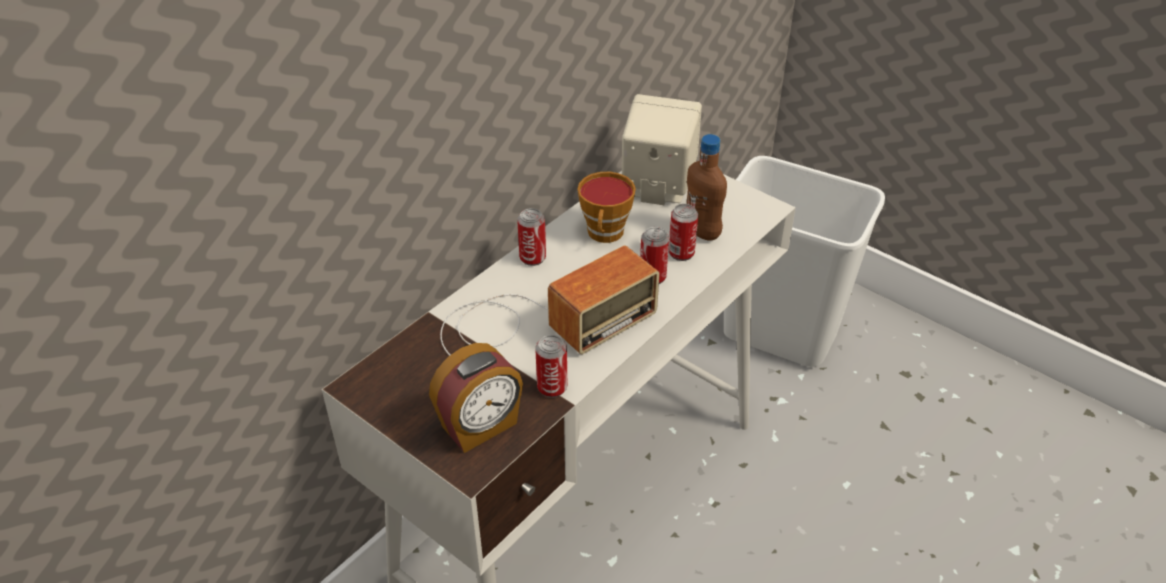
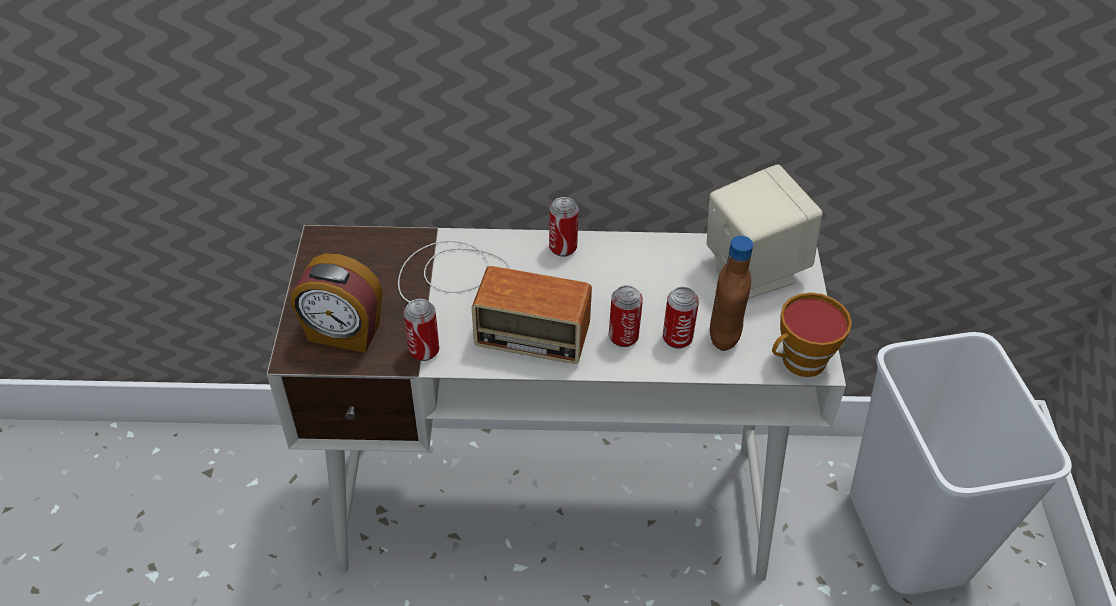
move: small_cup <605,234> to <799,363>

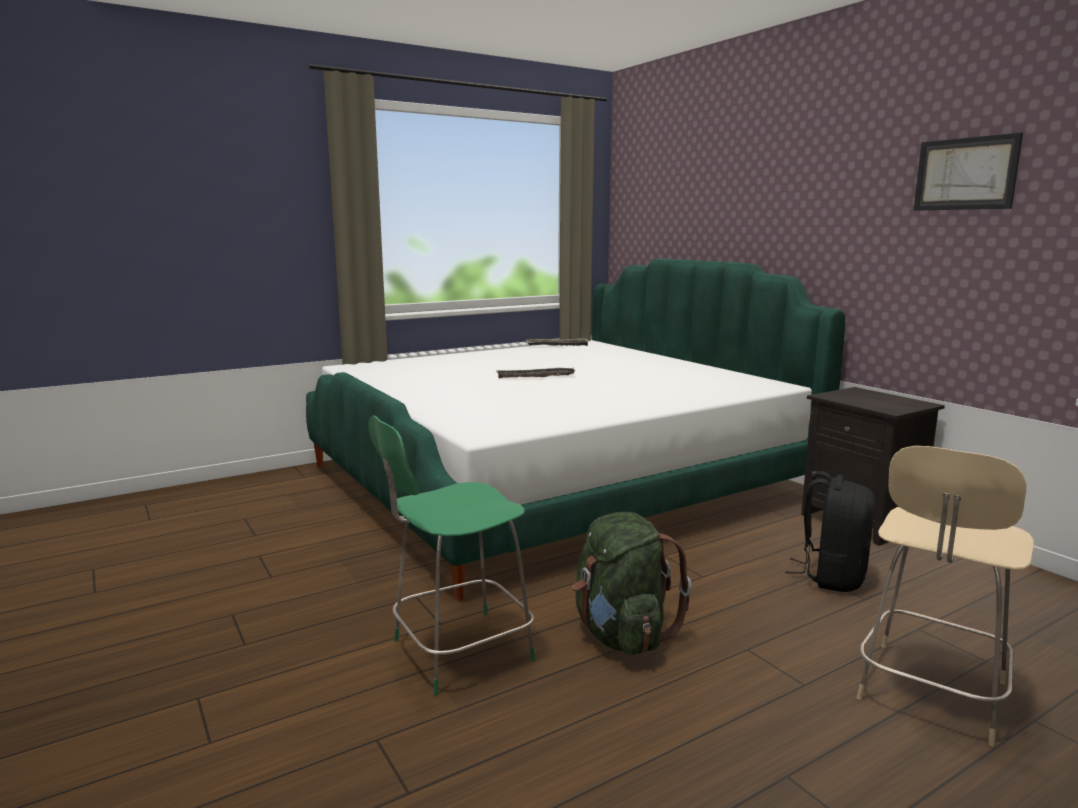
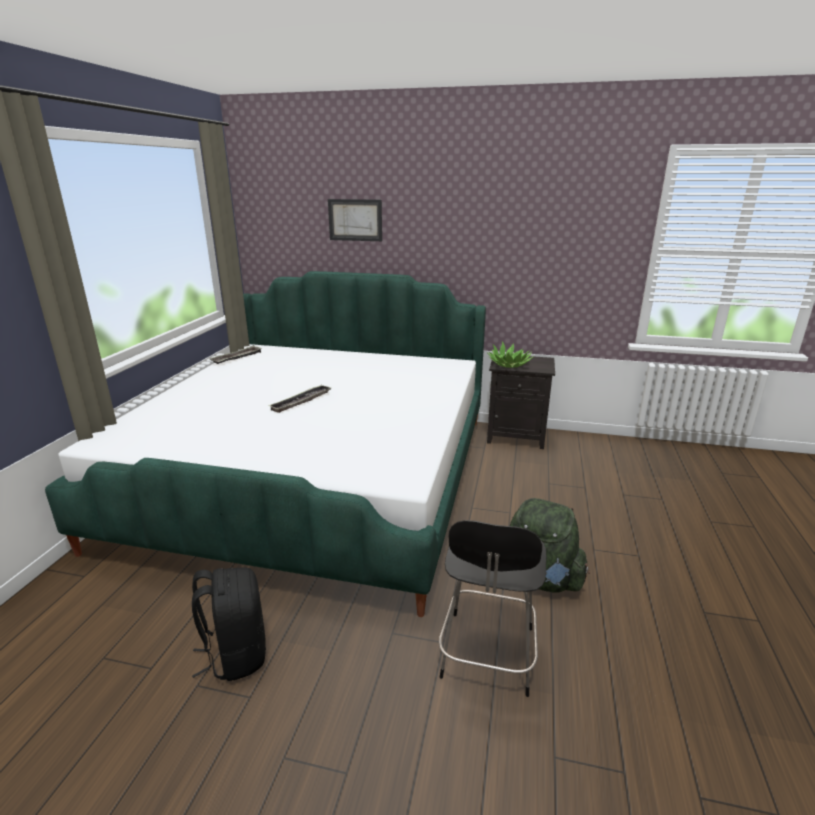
delete: beige-coloured_upright_chair <930,694>
insert: plant_in_a_pot <509,364>
move: blackish_rucksack <831,577> to <236,654>; wall_picture <965,174> to <355,220>
recolor: green-coloured_upright_chair <457,651> to blackish_upright_chair <487,655>

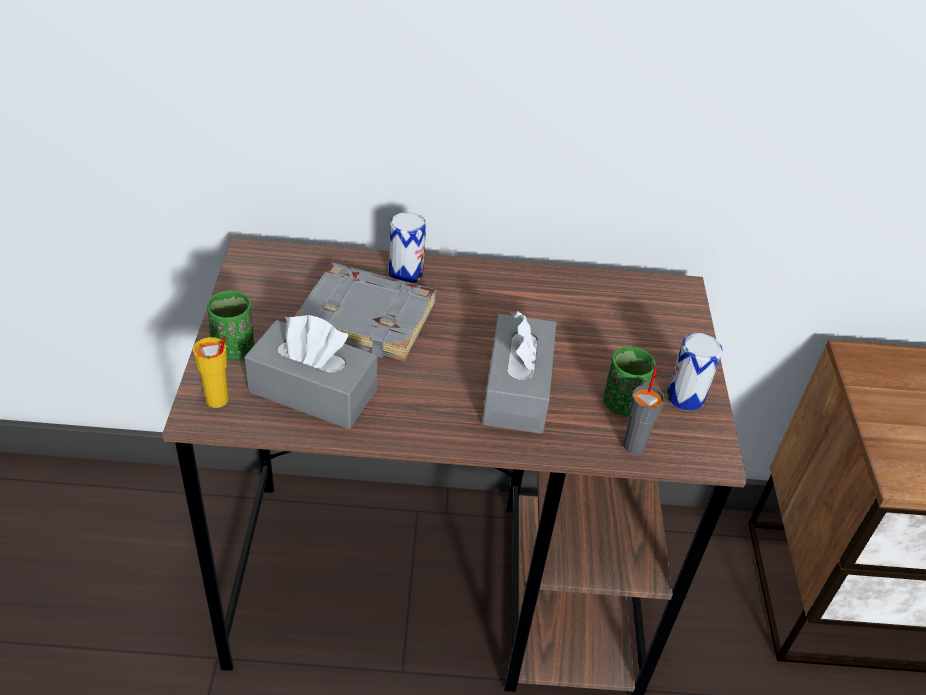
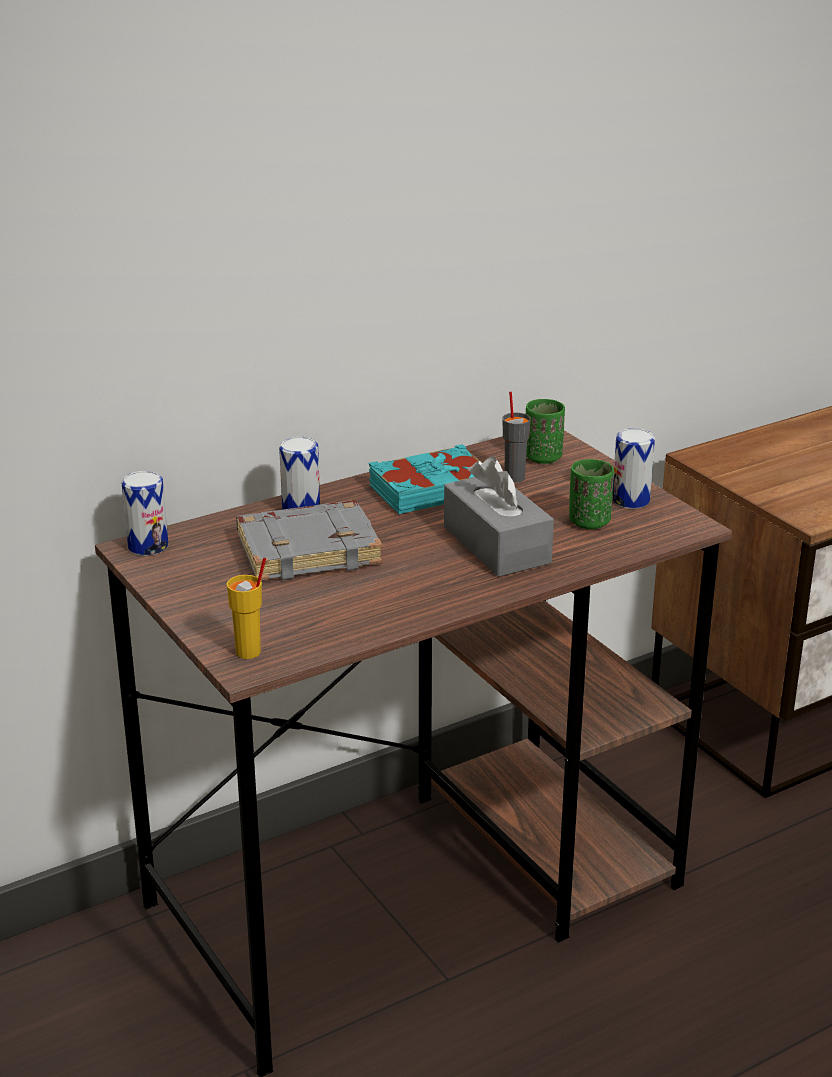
delete: grey_box_of_tissues <313,391>
insert: sealed_can <148,546>; blue-green_volume <430,489>
move: grey_small_cup <634,445> to <514,477>; green-coloured_small_cup <234,348> to <543,457>

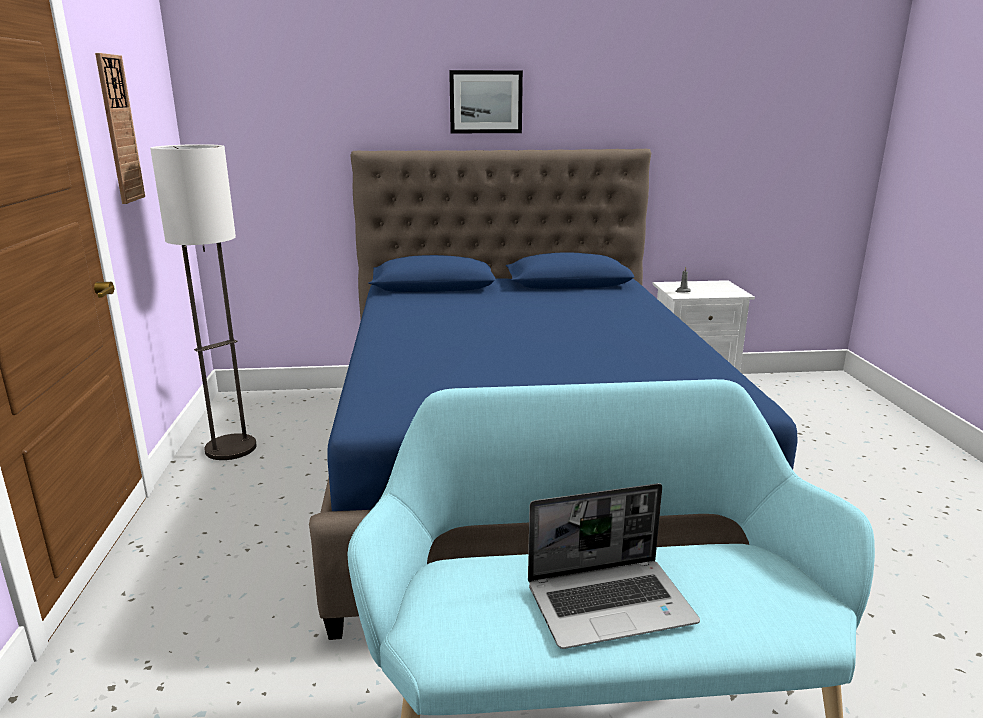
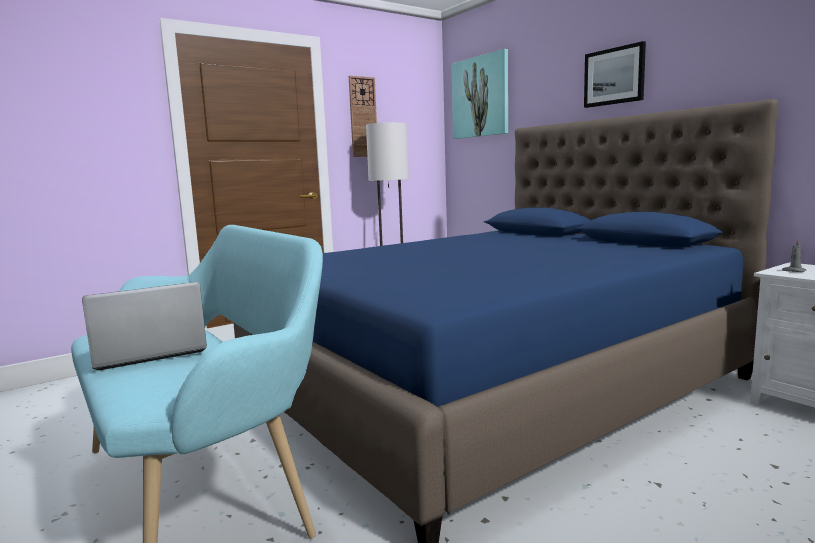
insert: wall_picture <480,97>
rotate: laptop <611,603> = <148,353> 105 degrees clockwise

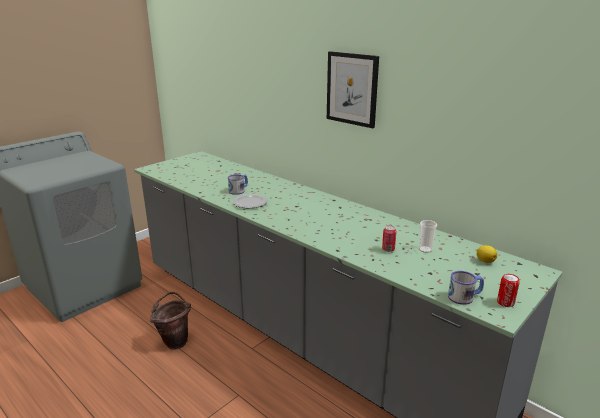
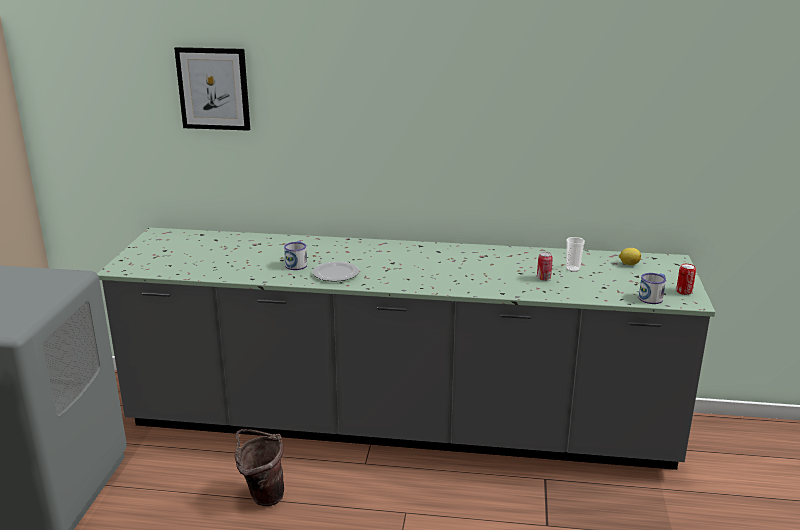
move: wall_picture <352,89> to <213,89>

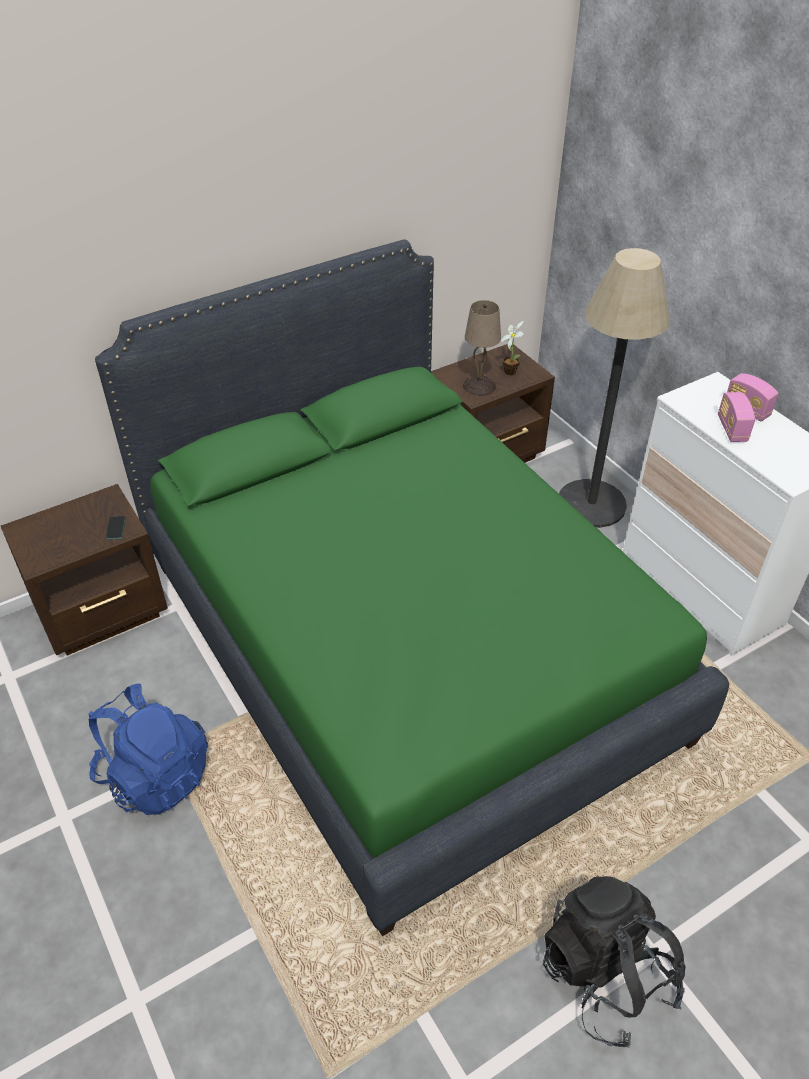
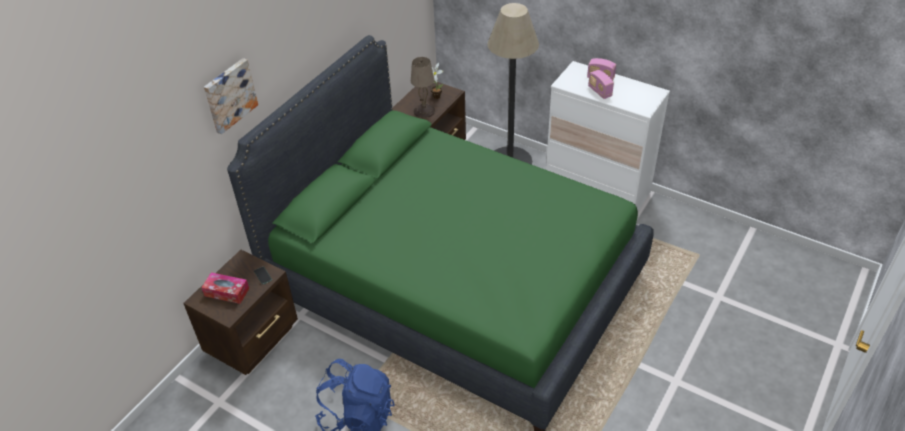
delete: blackish_rucksack <606,975>
insert: box_of_tissues <227,292>; wall_picture <229,95>

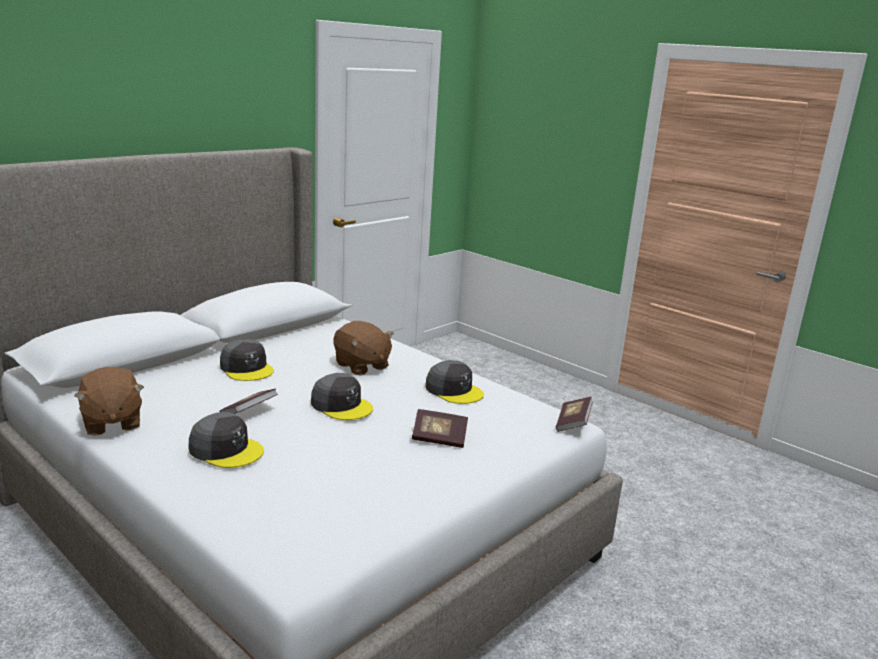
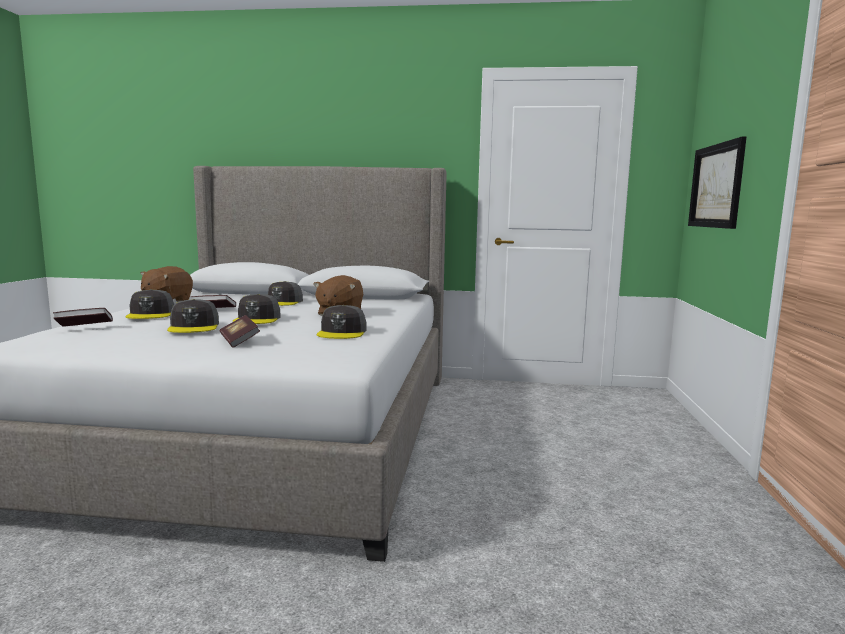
insert: grey_peaked_cap <194,327>; wall_picture <716,186>
move: volume <573,423> to <84,327>

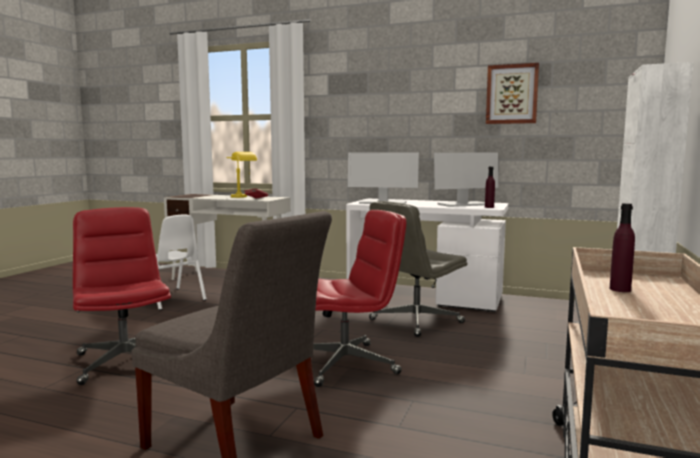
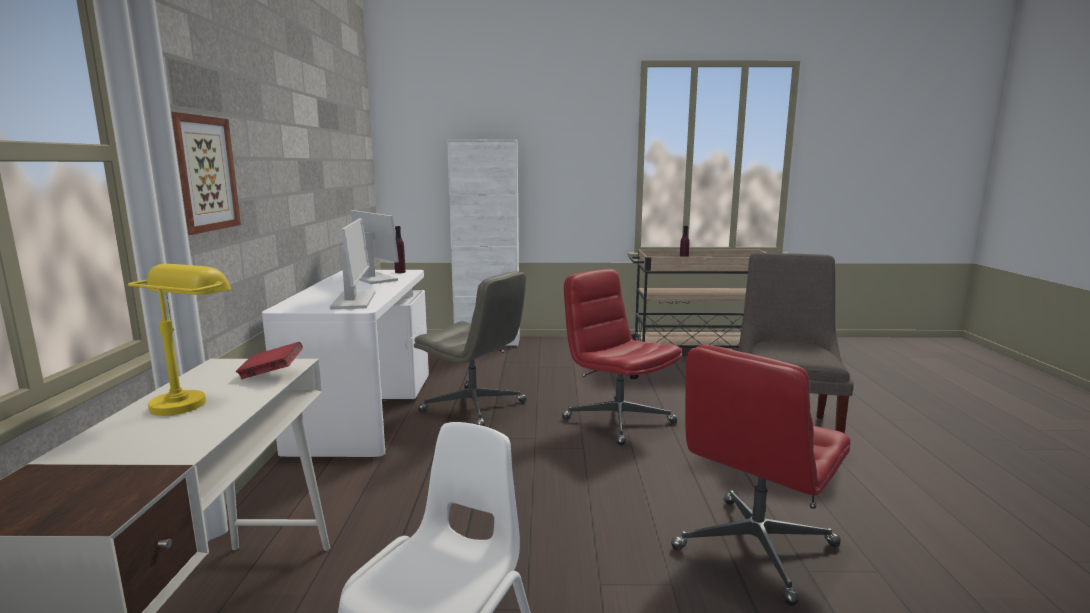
move: wall_picture <512,94> to <201,173>

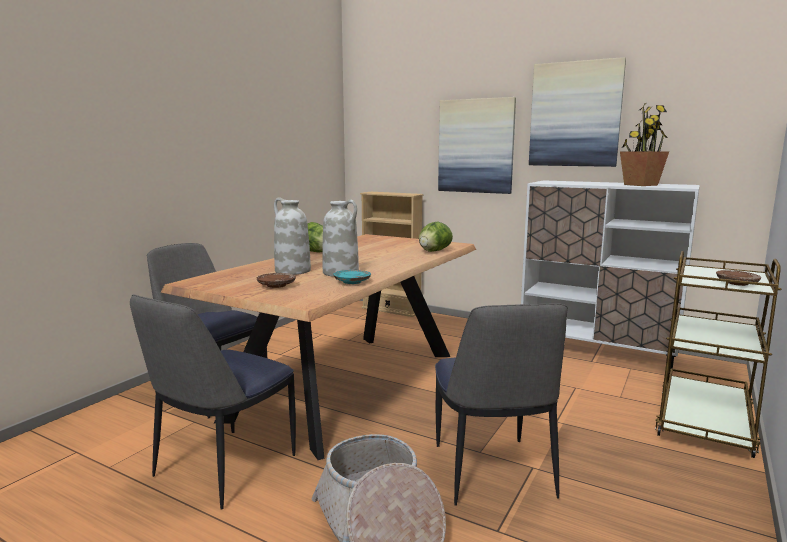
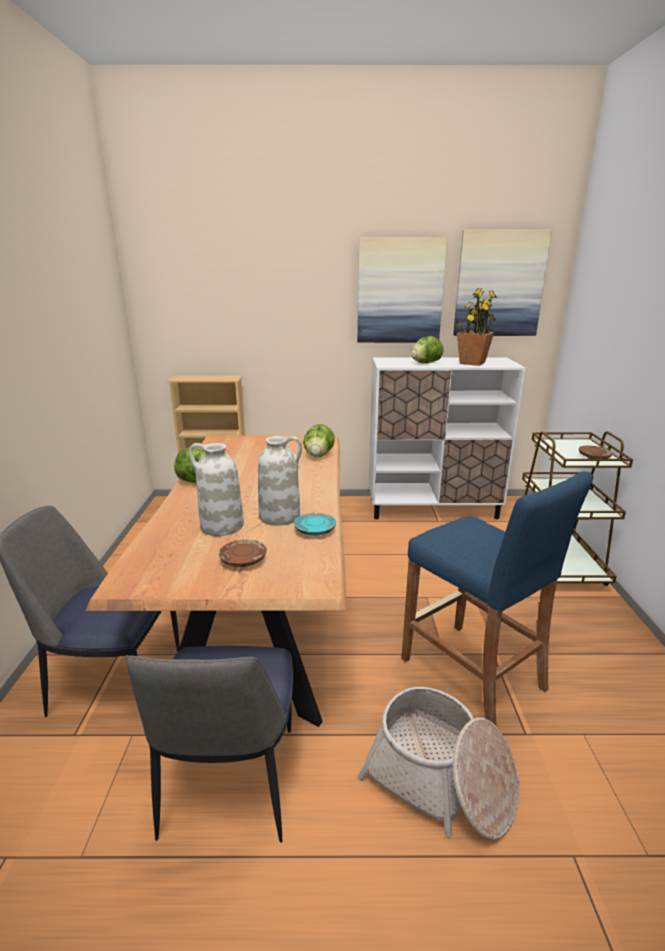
insert: lettuce_head <425,363>
move: wall_picture <476,146> to <499,284>
replace: upright_chair <492,473> to bluish_stool_seat <471,673>

